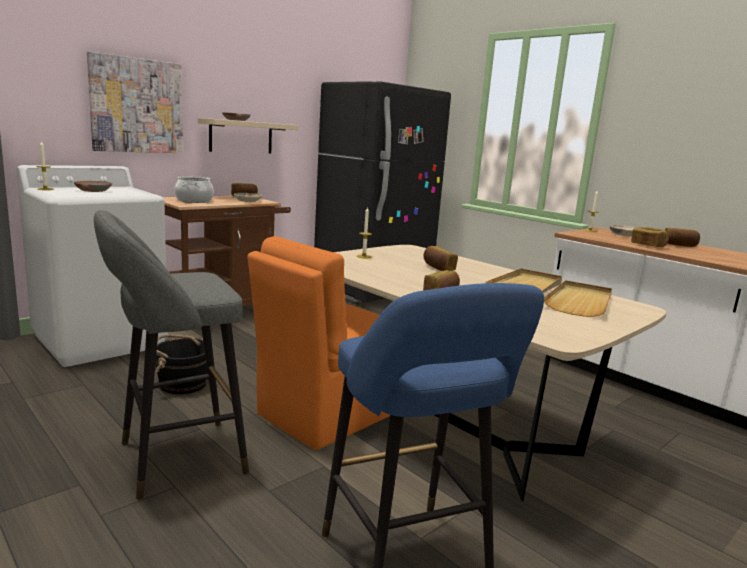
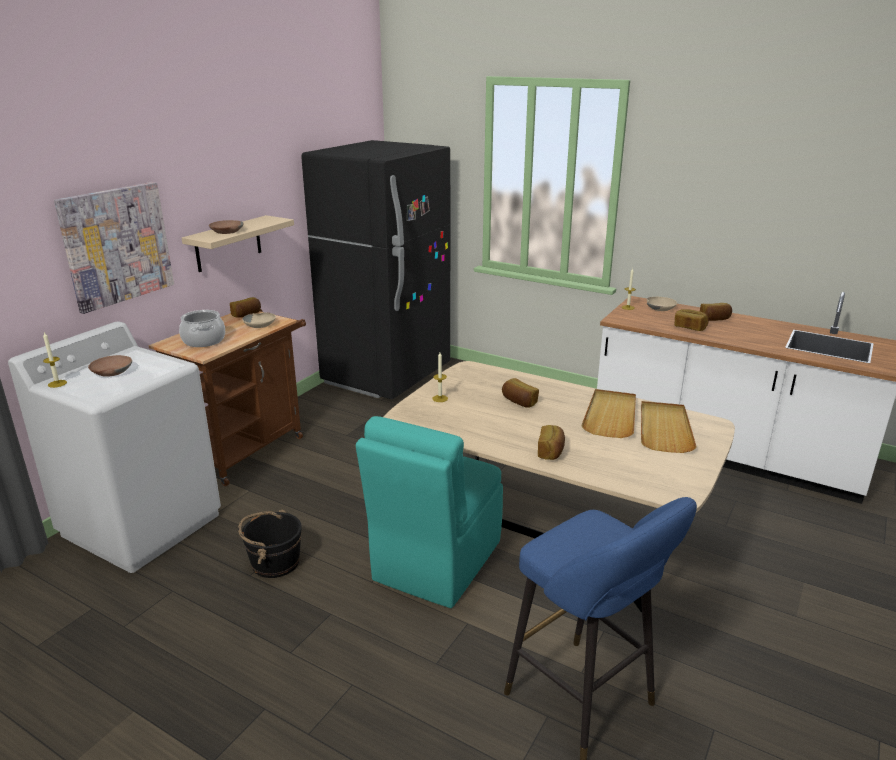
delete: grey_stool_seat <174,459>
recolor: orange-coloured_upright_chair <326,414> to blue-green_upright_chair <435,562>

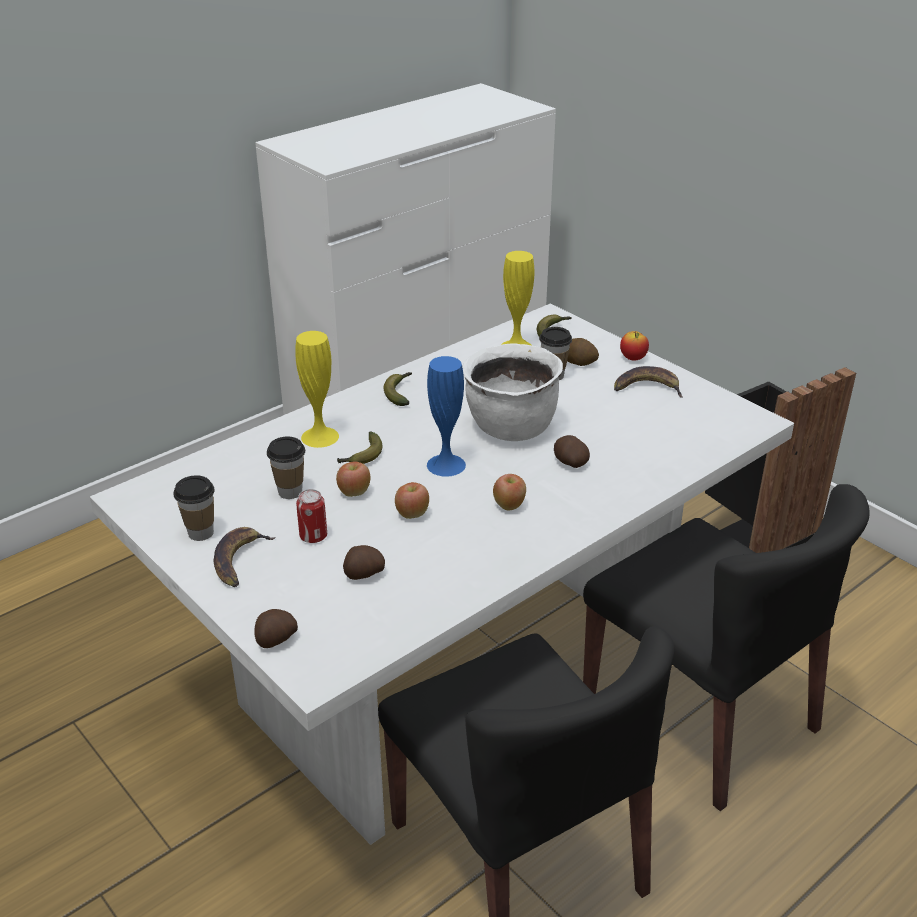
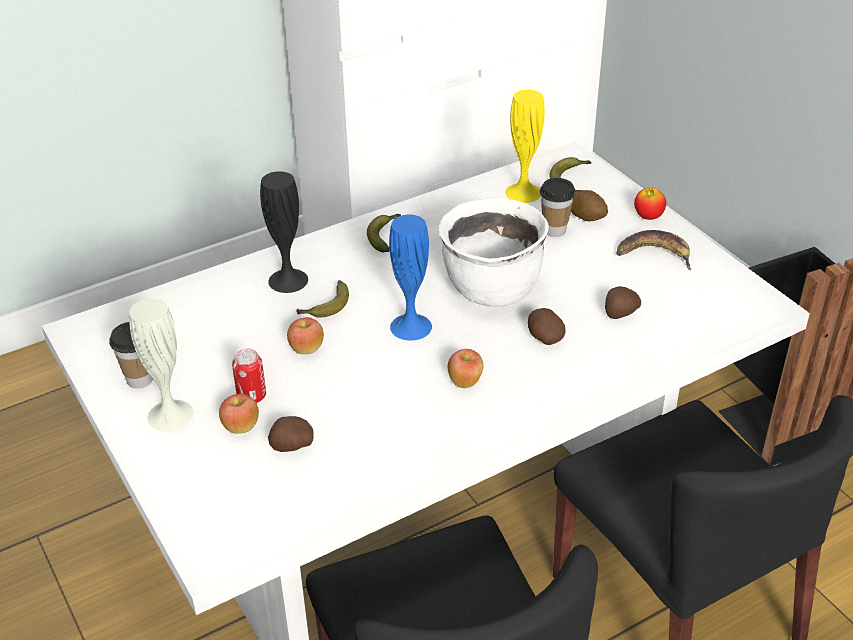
delete: small_cup <290,492>
move: whole_apple <412,514> to <241,427>; whole_potato <275,640> to <619,313>
replace: whole_banana <239,560> to white_vase <170,415>
recolor: yellow-coloured_vase <320,437> to blackish_vase <288,280>

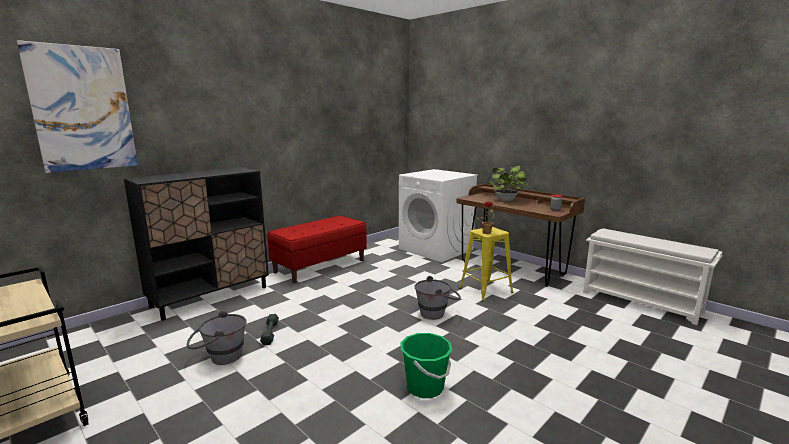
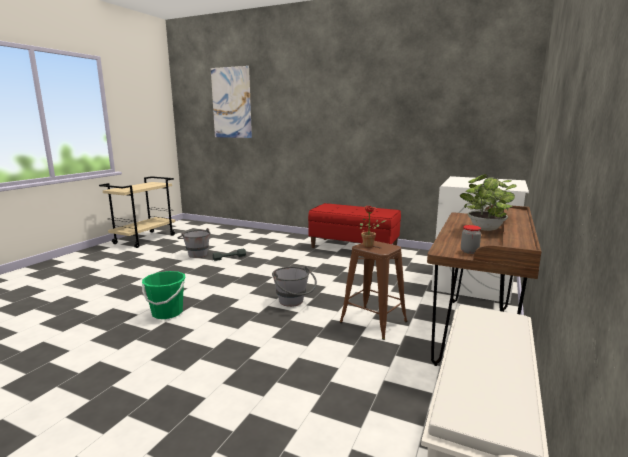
delete: blackish_cabinet <211,296>
recolor: yellow-coloured_stool_seat <485,290> to brown_stool_seat <373,322>

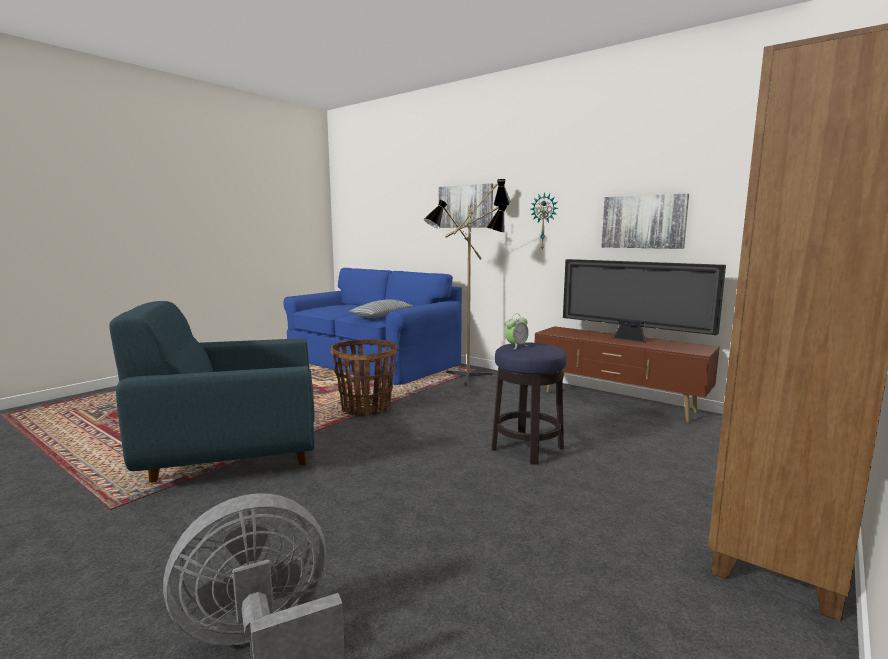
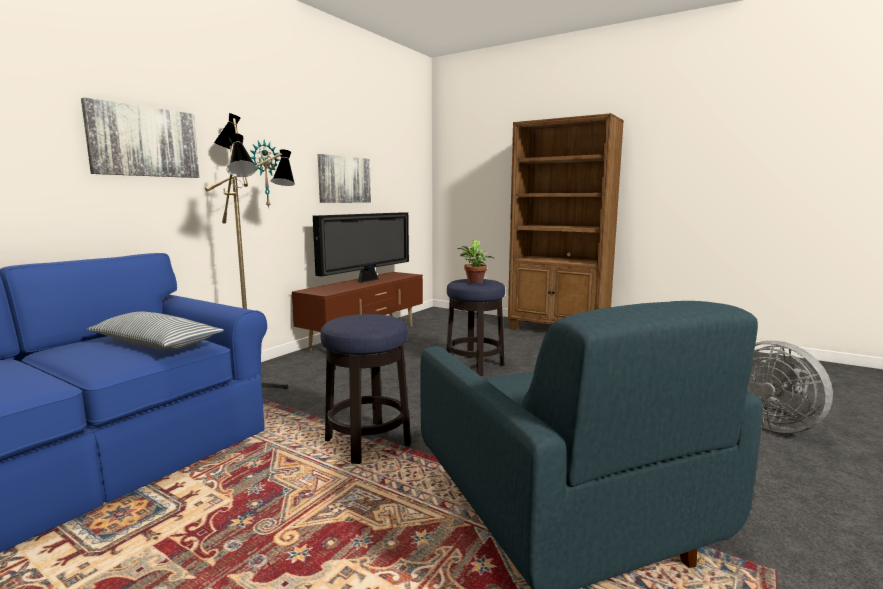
replace: household_basket <366,408> to stool_seat <367,442>; table_clock <516,346> to plant_in_a_pot <475,283>

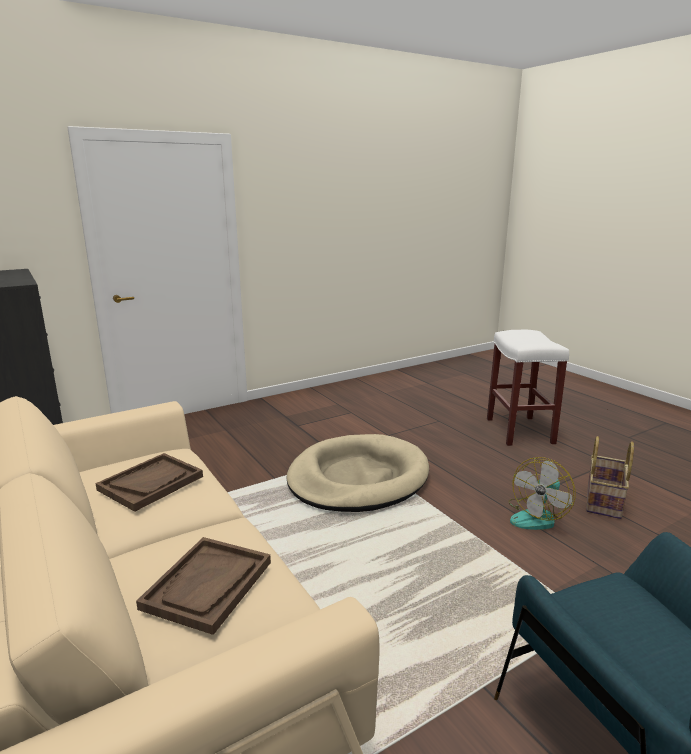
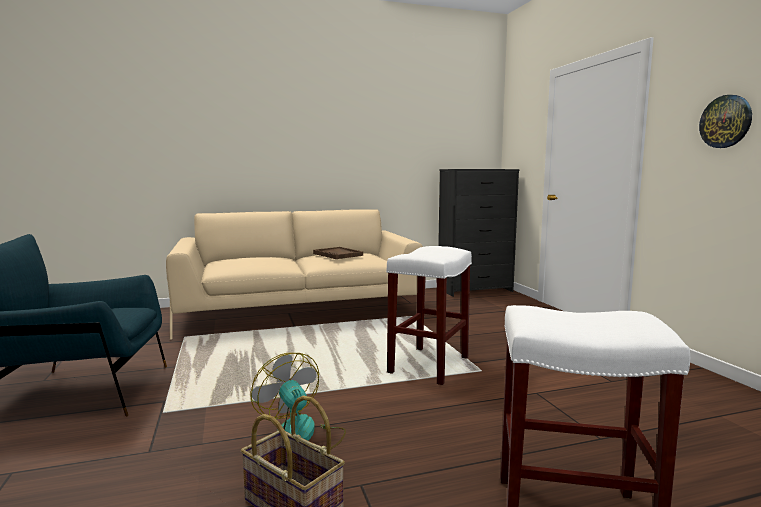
delete: brown_serving_tray <208,585>
insert: wall_clock <725,121>
replace: beige-coloured_pet_bed <358,478> to white_stool_seat <429,364>

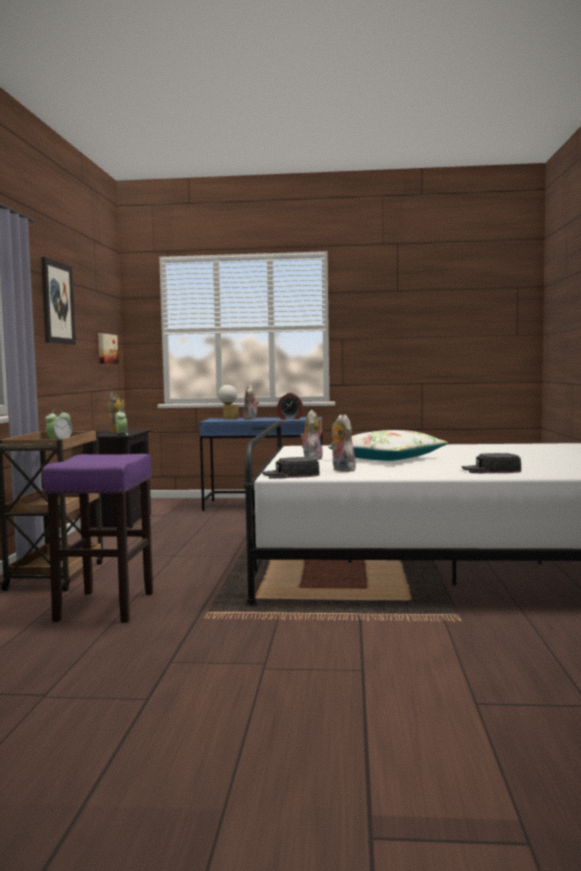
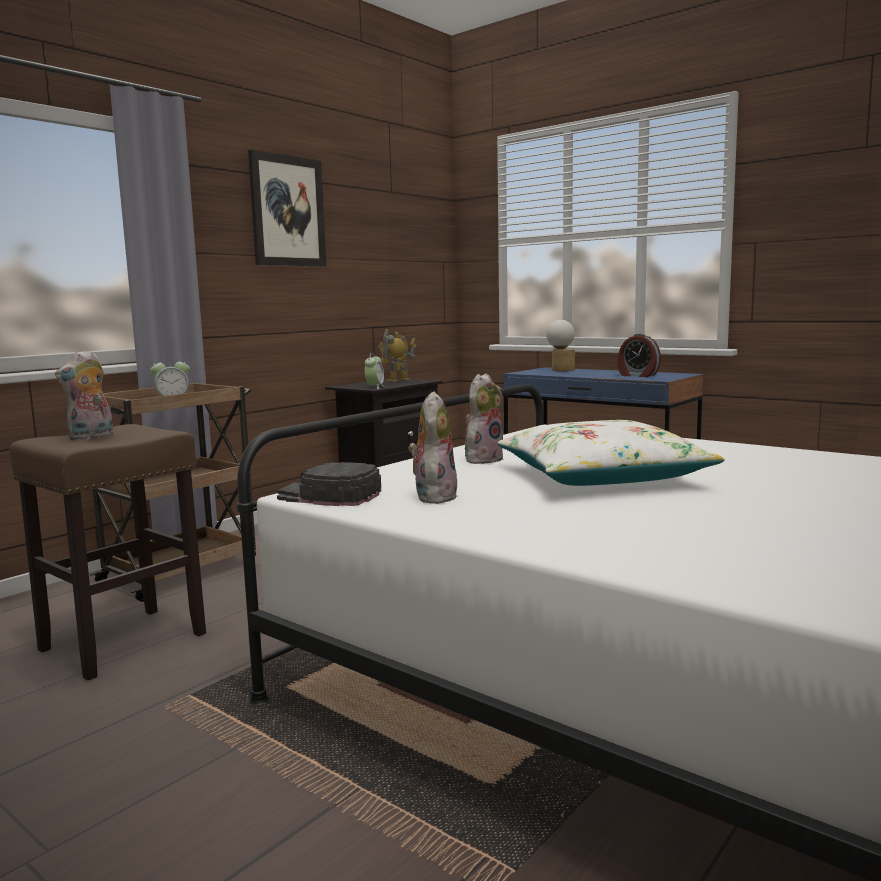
delete: wall_picture <106,349>; blackish_peaked_cap <491,470>
move: plush_toy <251,419> to <91,437>
recolor: purple_stool_seat <105,606> to brown_stool_seat <125,641>

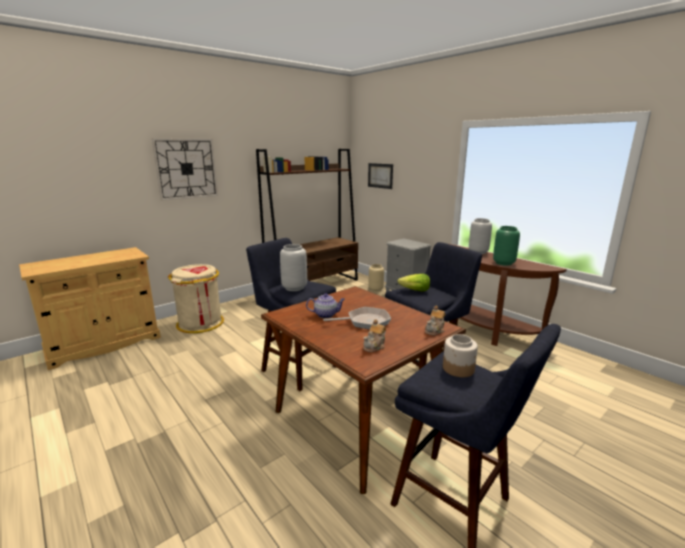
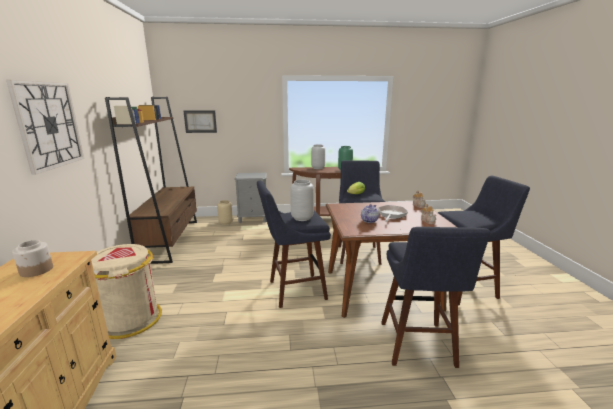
insert: bluish_stool_seat <418,347>
move: storage_jar <458,369> to <37,270>

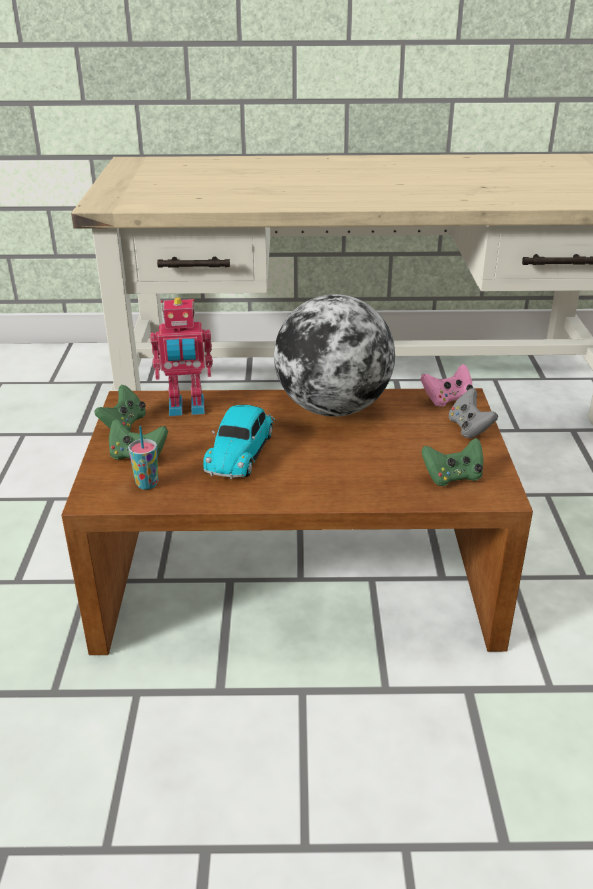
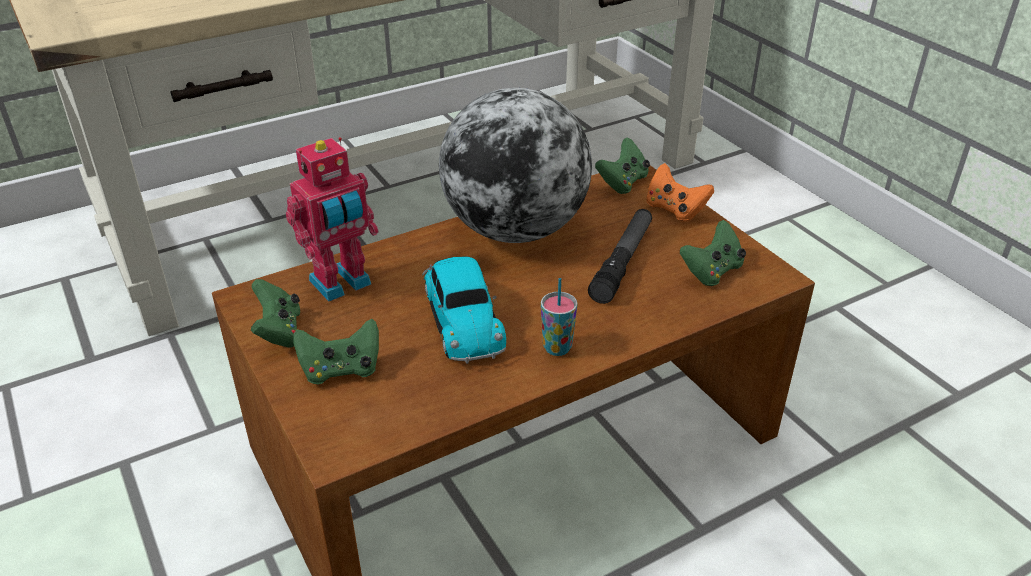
insert: torch <622,262>
move: small_cup <147,484> to <557,348>
recolor: pink_gamepad <447,399> to green-coloured_gamepad <622,183>; grey_gamepad <469,428> to orange-coloured_gamepad <674,210>

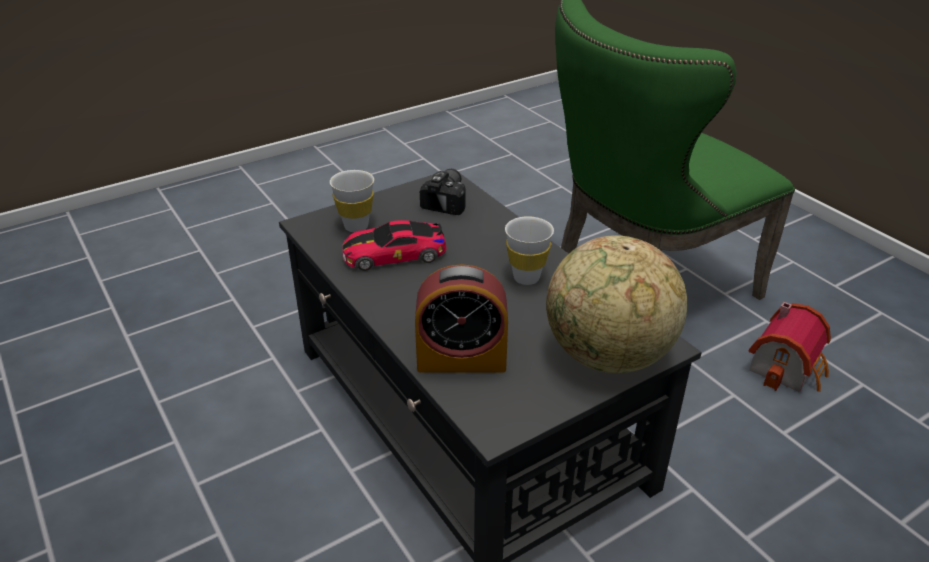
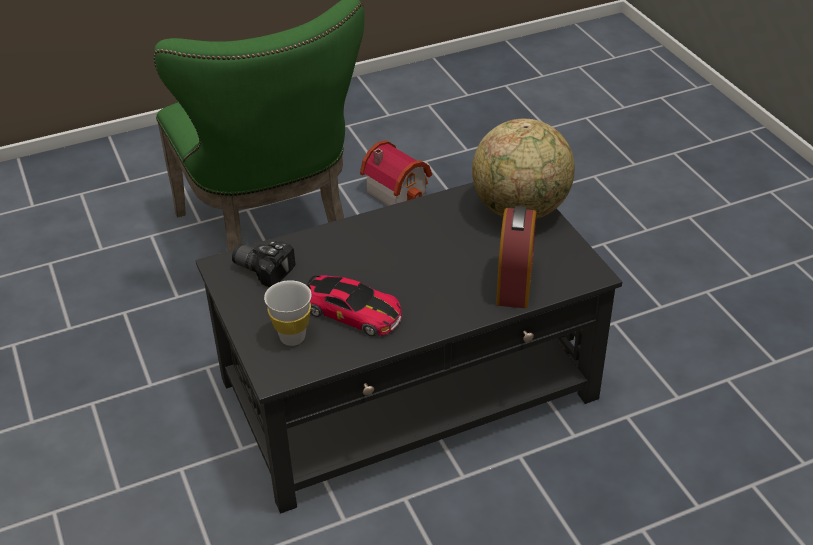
delete: white_small_cup <526,278>
rotate: toy_car <394,254> = <352,312> 60 degrees counterclockwise

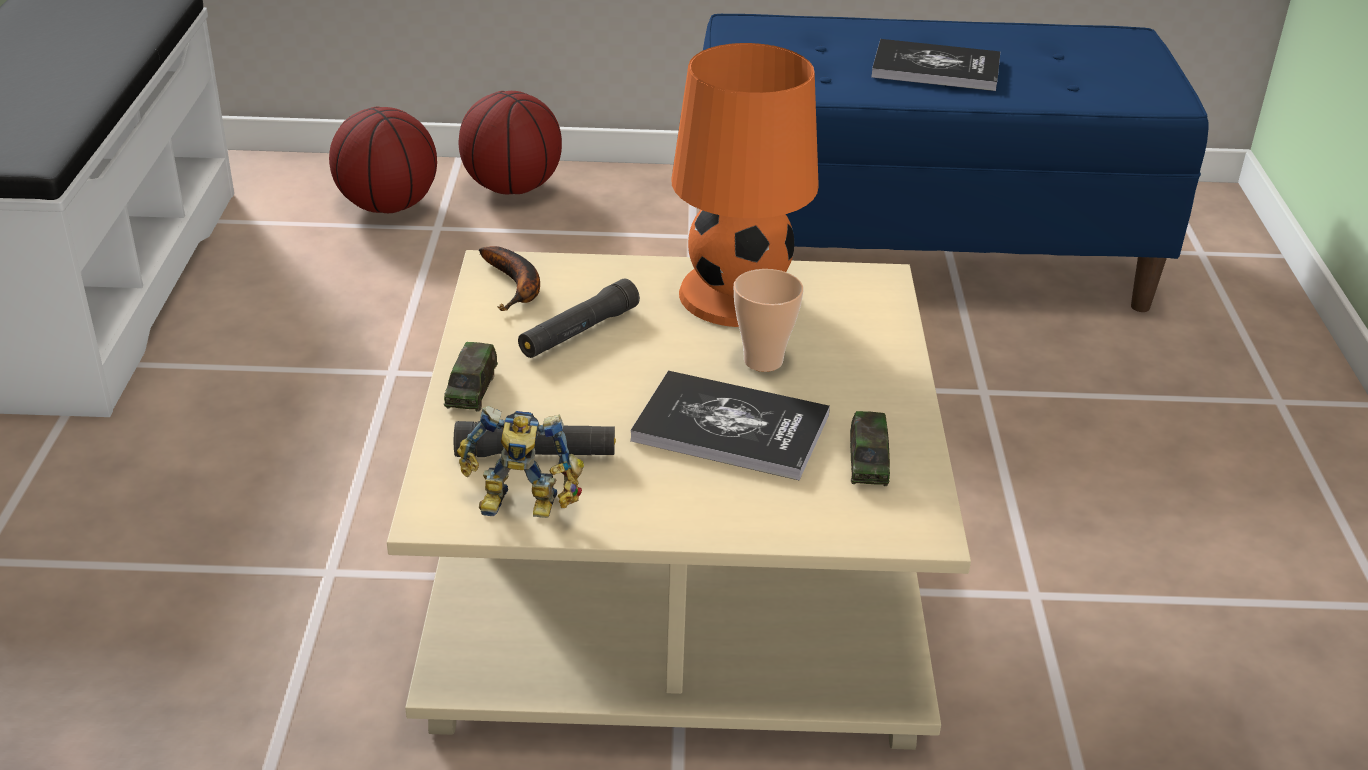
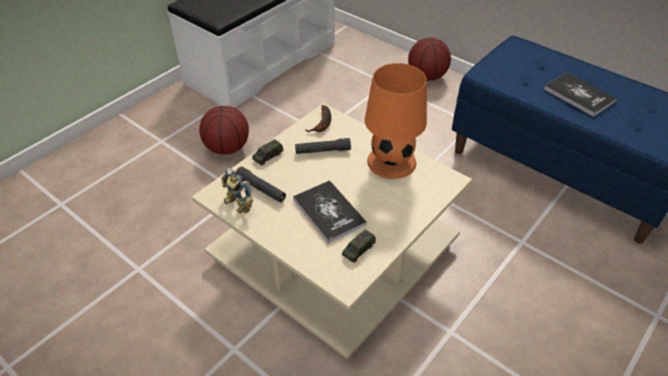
delete: small_cup <763,361>
move: basketball <388,206> to <227,148>

